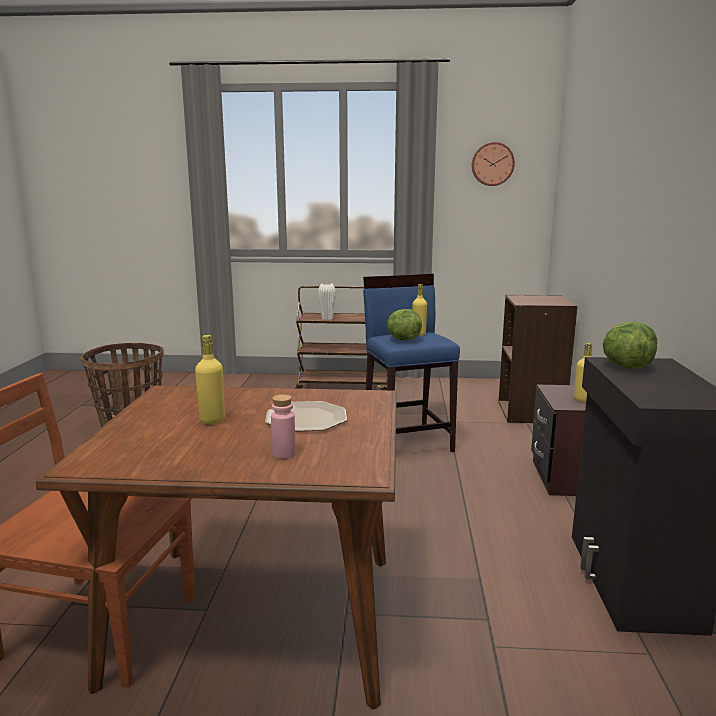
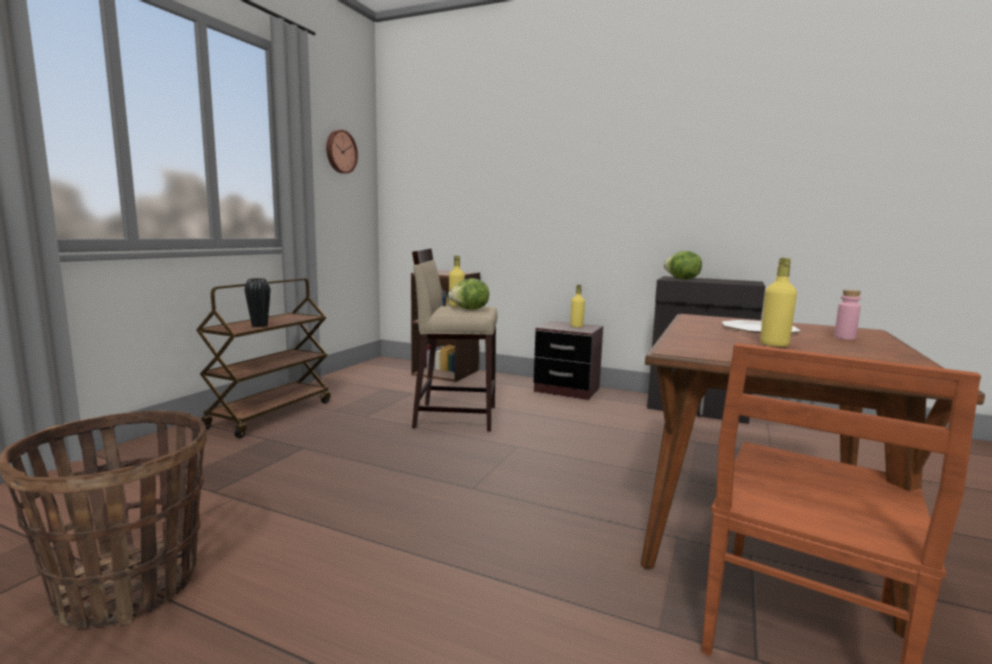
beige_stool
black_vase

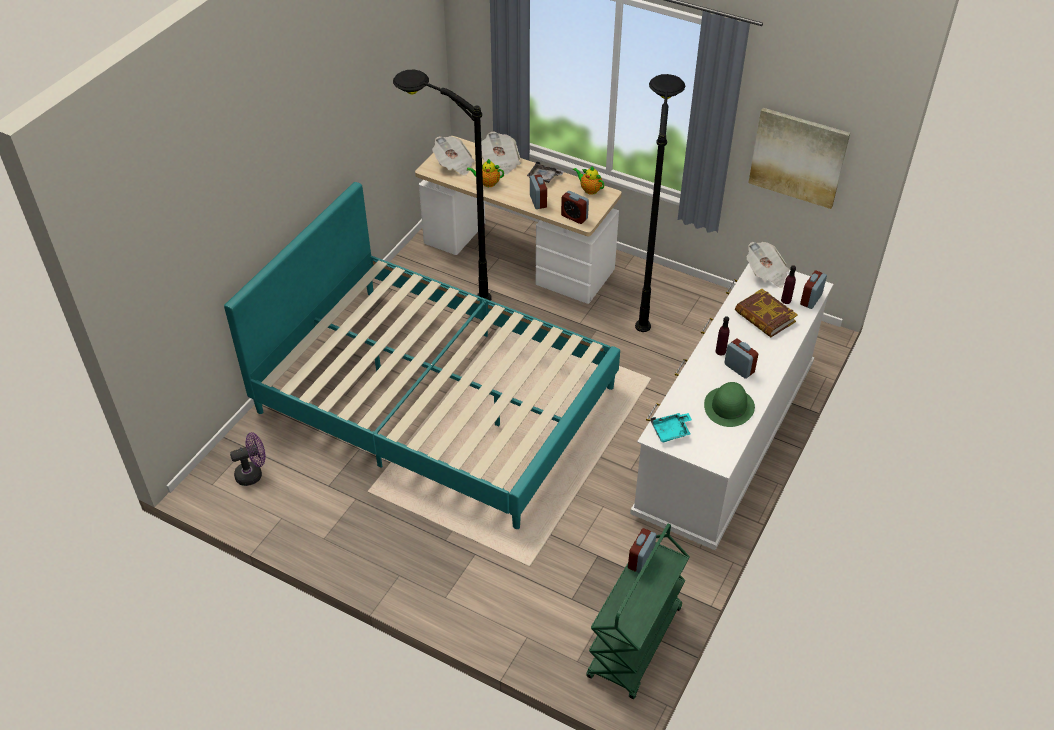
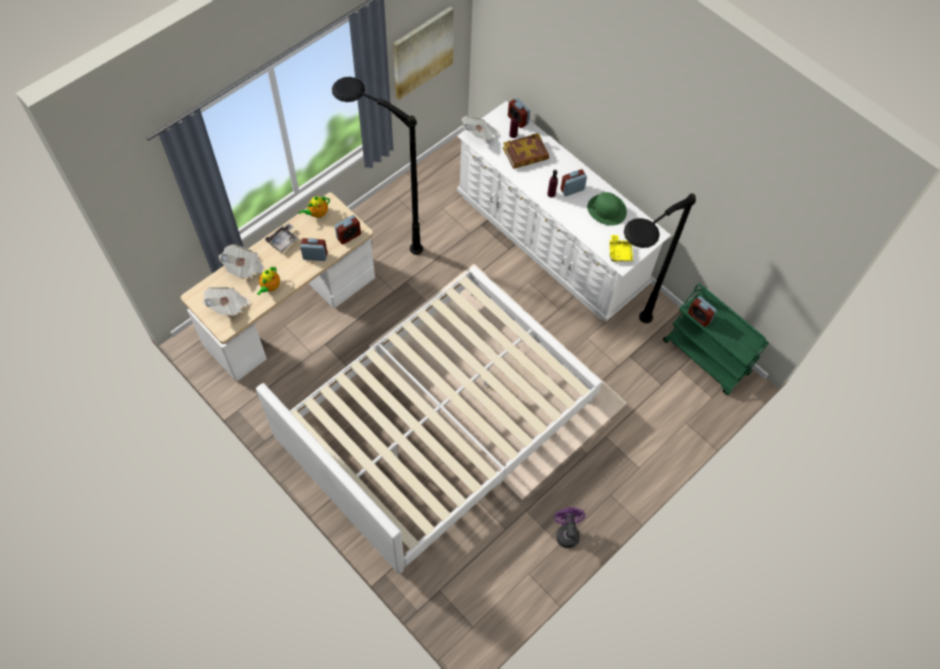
black_floor_lamp (2nd from left)
white_bed
yellow_tray
purple_fan

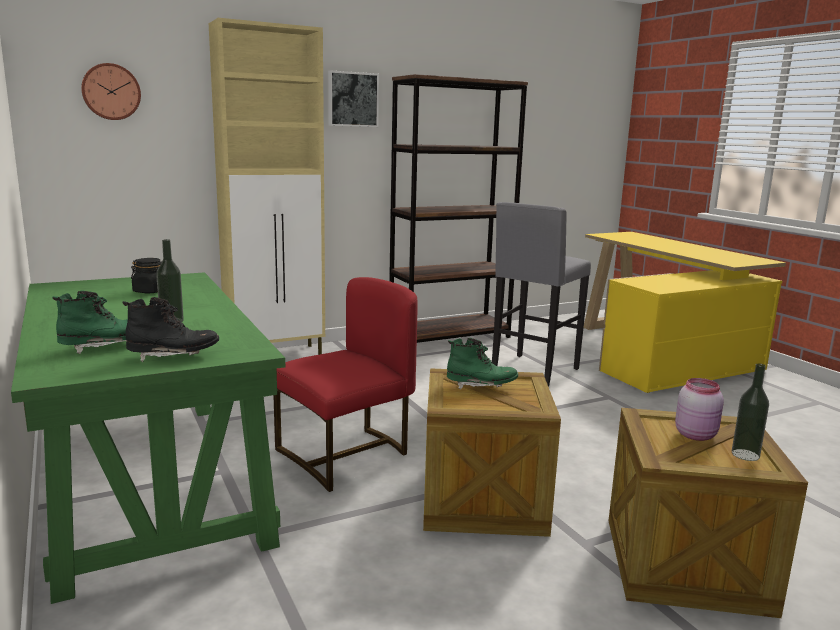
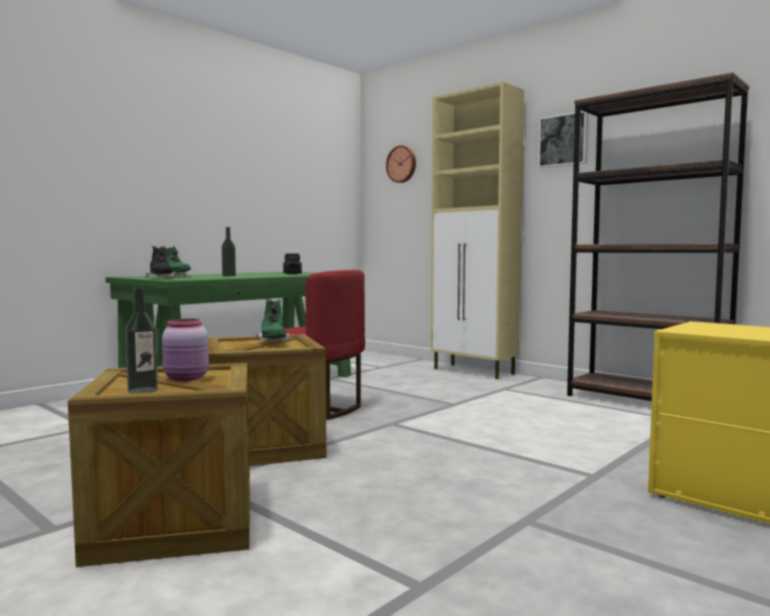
grey_stool

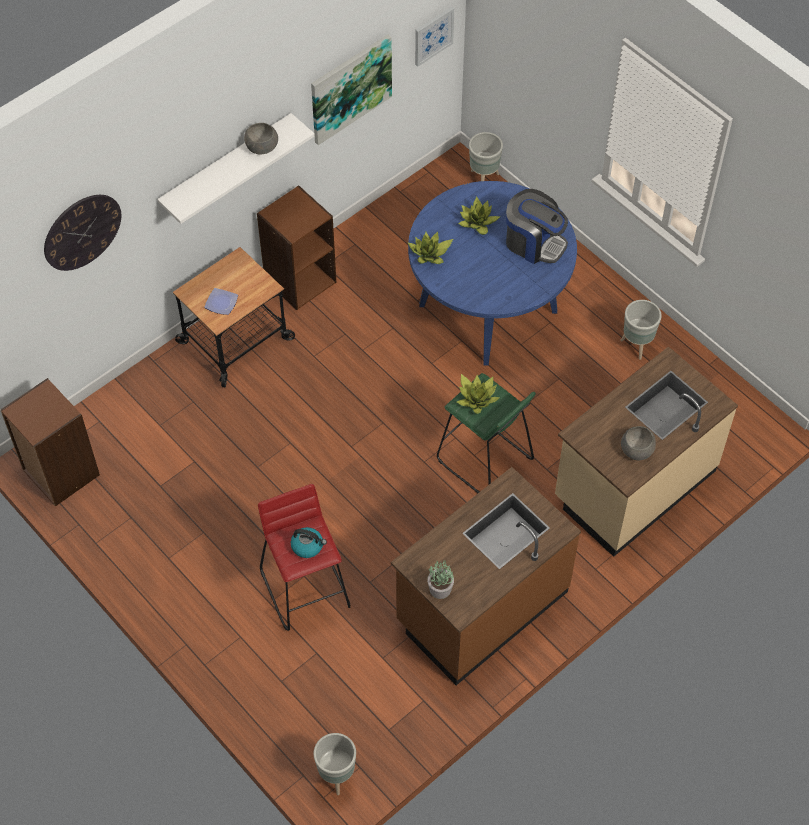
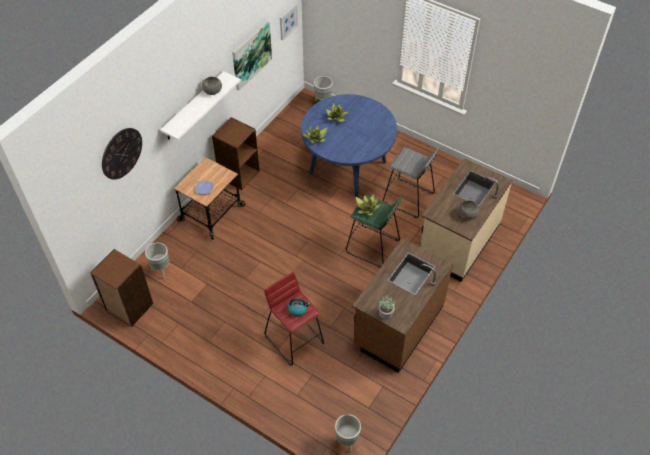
coffee_machine
grey_planter (1st from left)
grey_stool

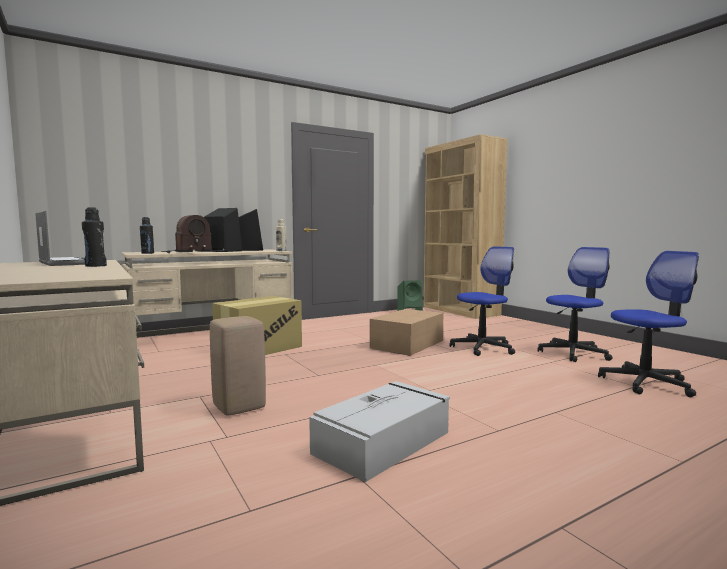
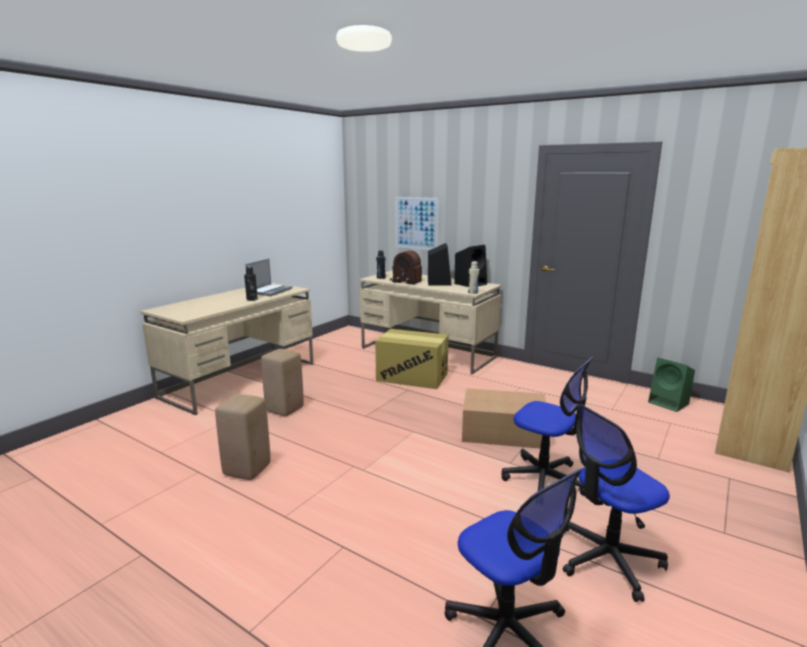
office_chair (3rd from left)
beige_stool (1st from left)
picture

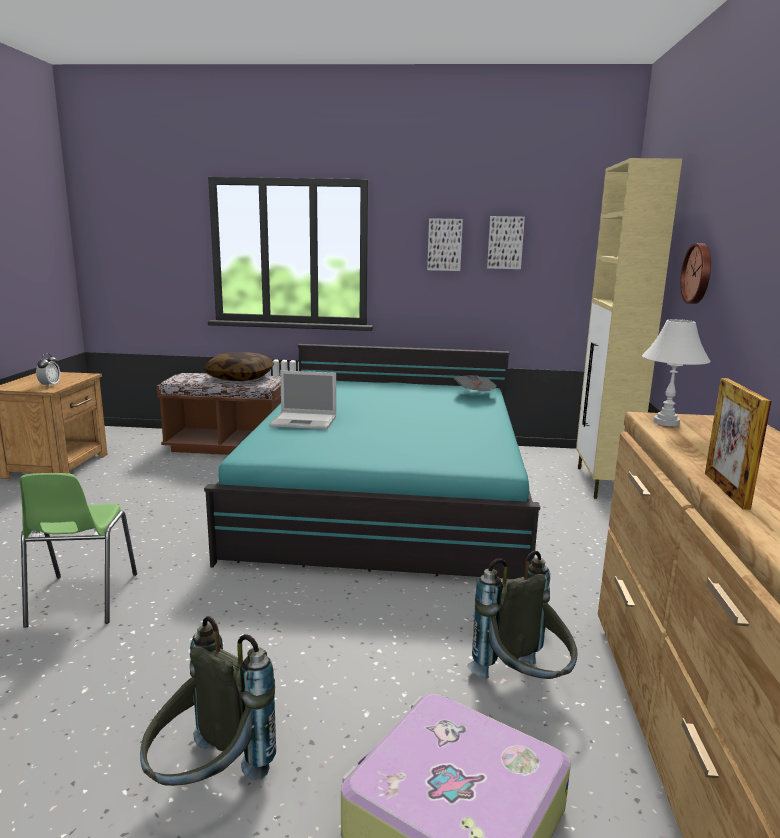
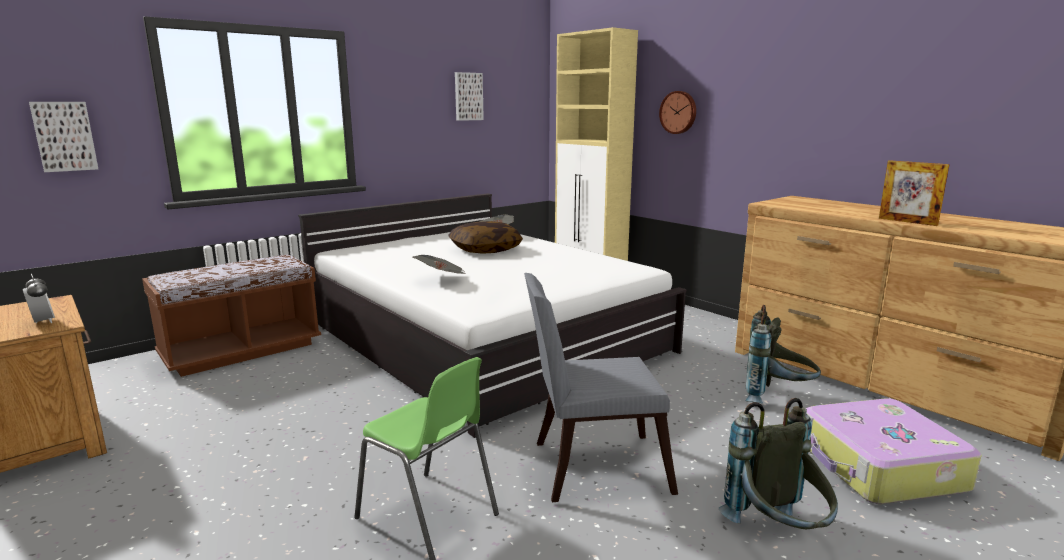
picture (1st from left)
white_table_lamp
white_bed
pillow
newspaper (1st from left)
grey_chair

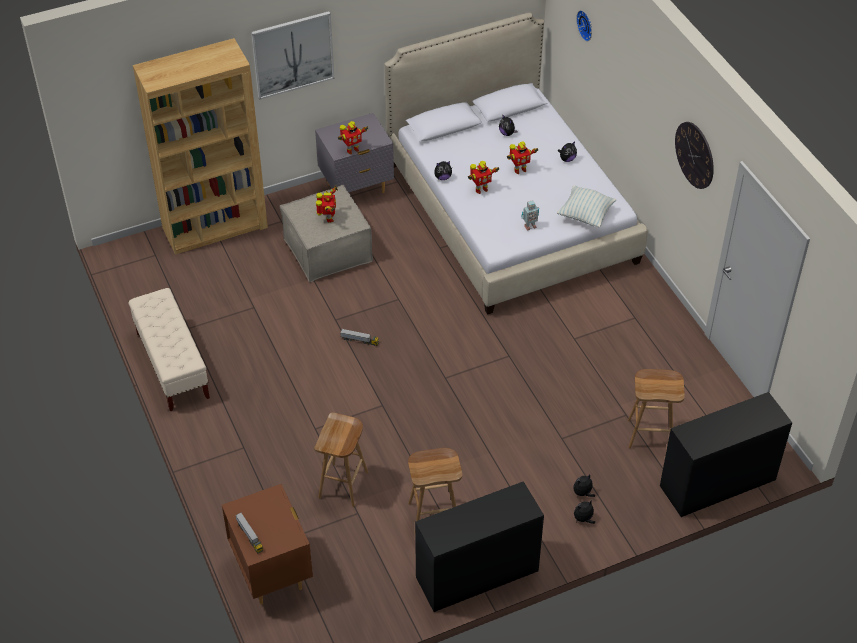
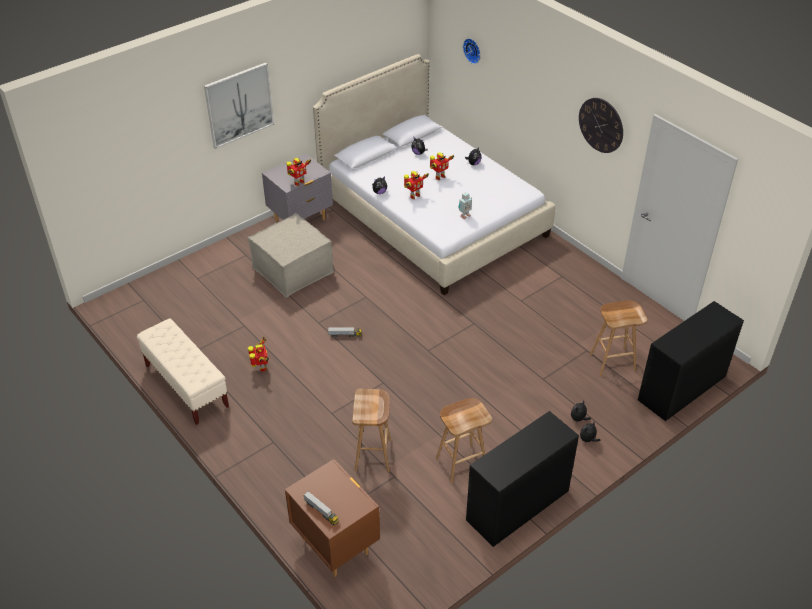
brown_bookcase
toy_robot (1st from left)
pillow

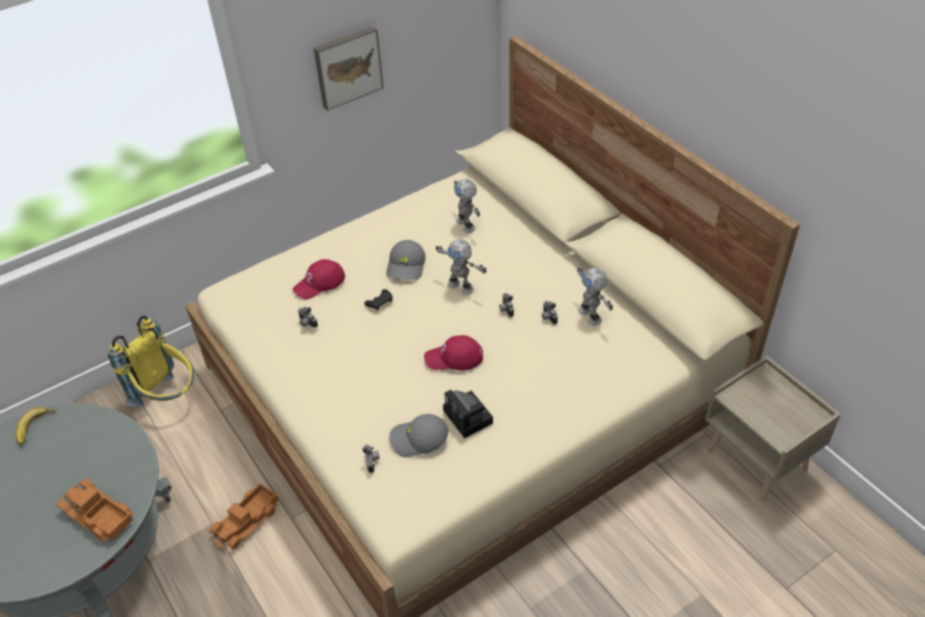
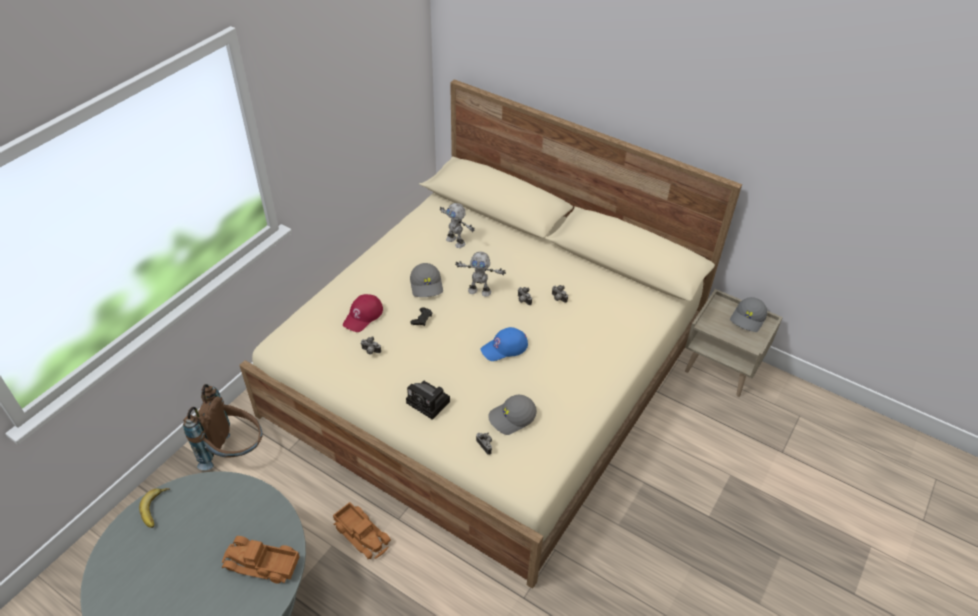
picture
toy_robot (3rd from left in the first image)
brown_backpack
blue_cap
photo_camera (2nd from left)
toy_truck (2nd from left)
grey_cap (3rd from left)

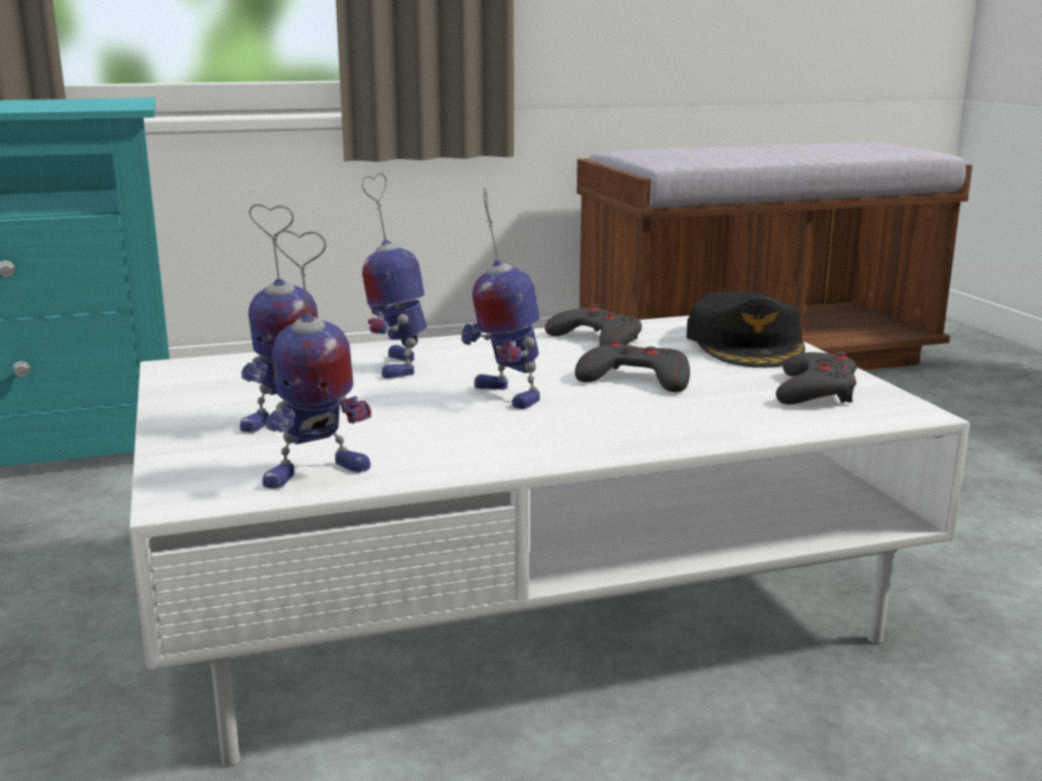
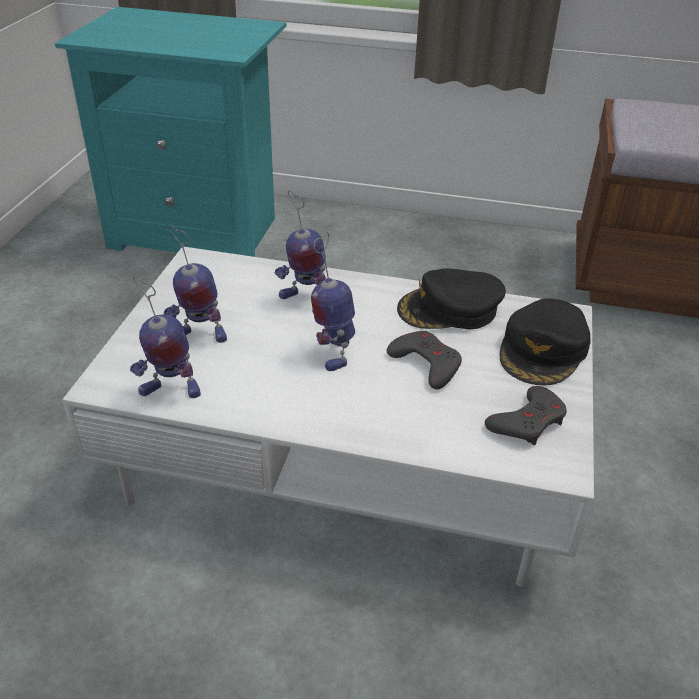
toy_robot (3rd from left)
black_cap (1st from left)

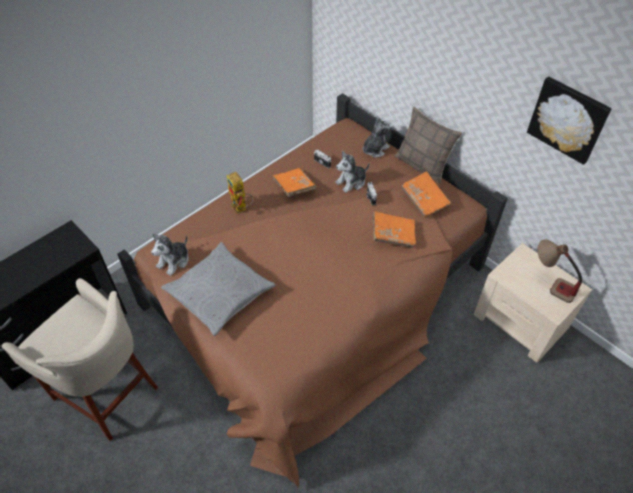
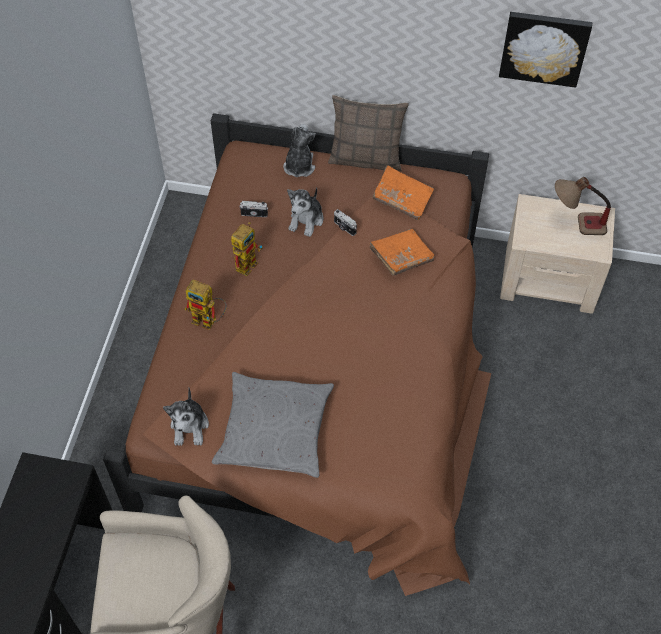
toy_robot (2nd from left)

